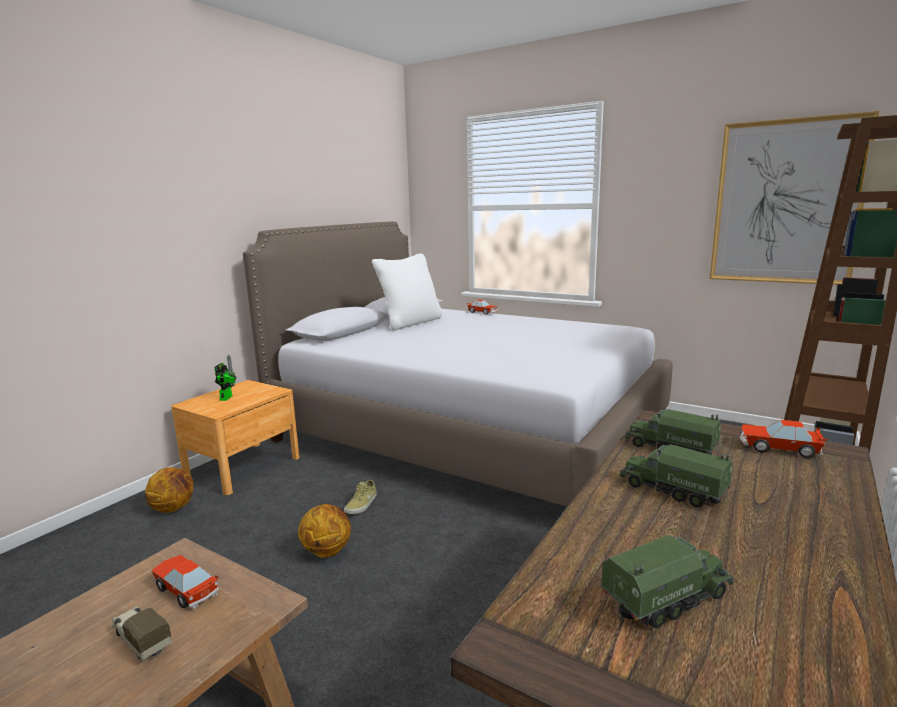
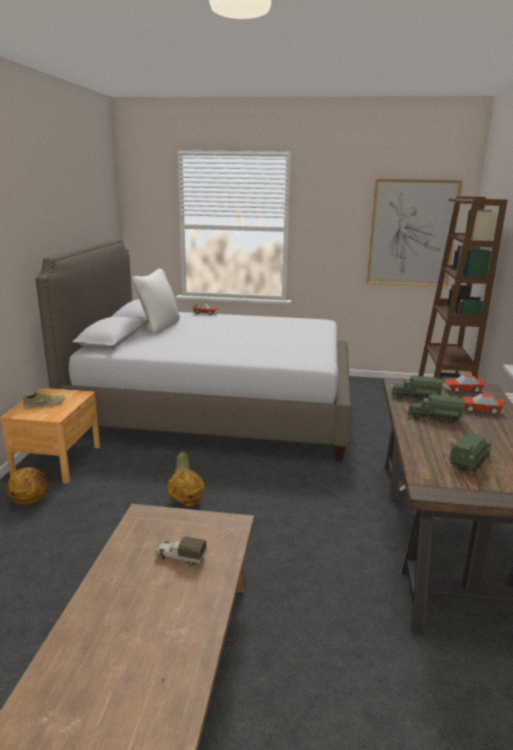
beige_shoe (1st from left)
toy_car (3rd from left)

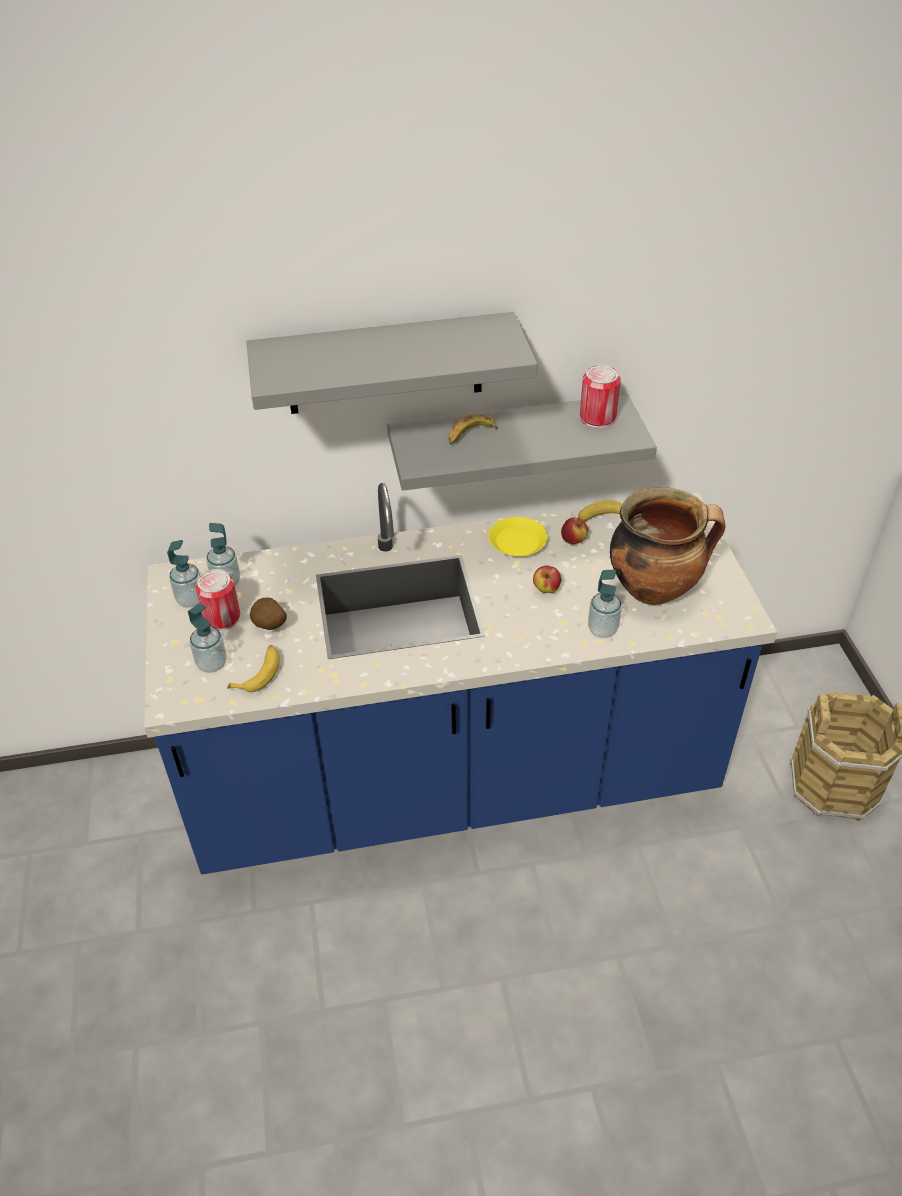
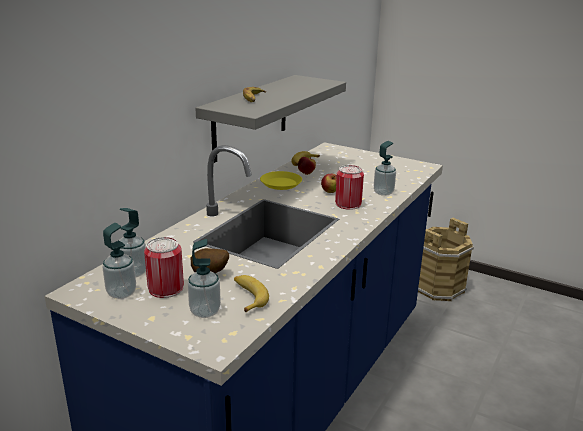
grey_shelf (1st from left in the first image)
can (2nd from left)
cooking_pot

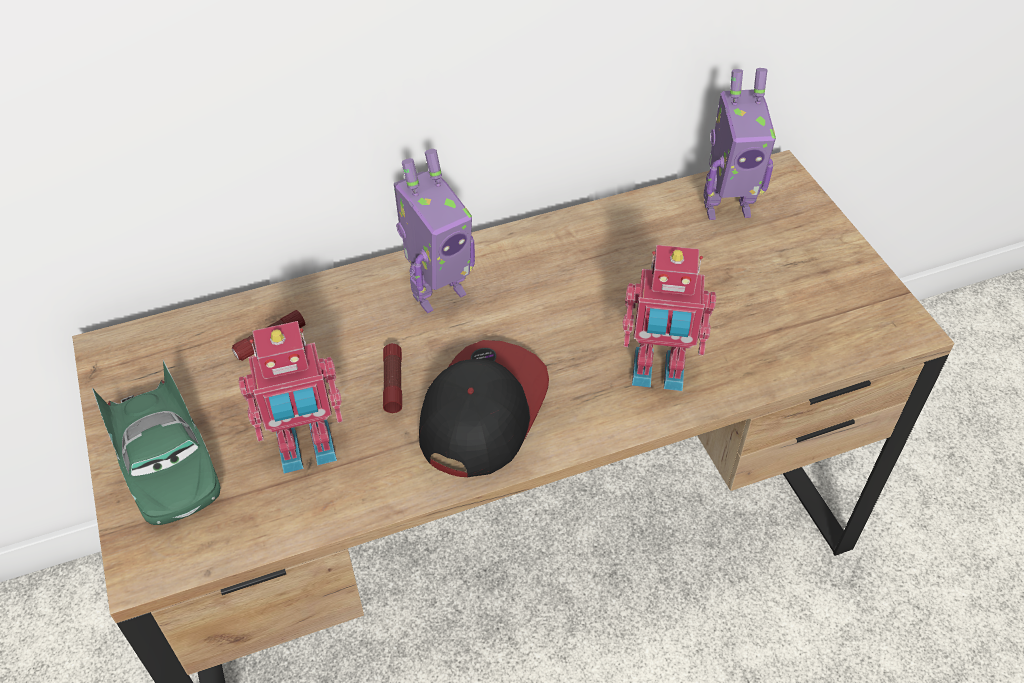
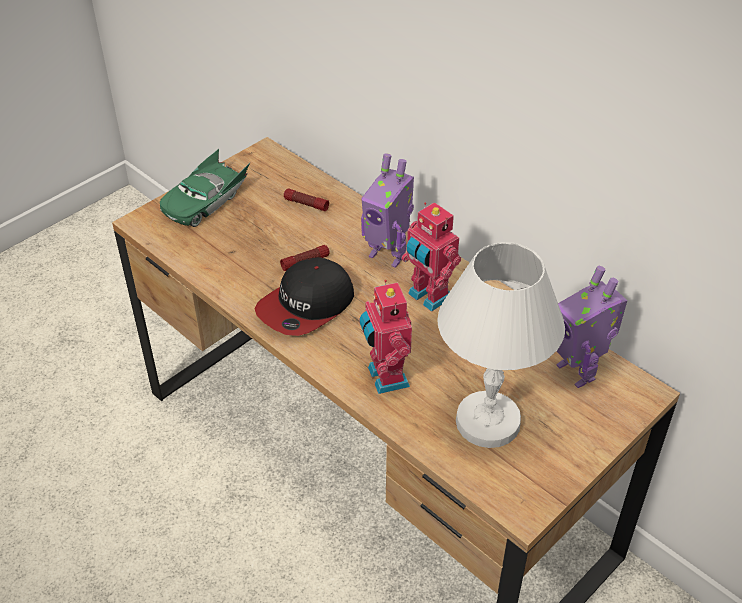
toy_robot (3rd from left)
cap
white_table_lamp

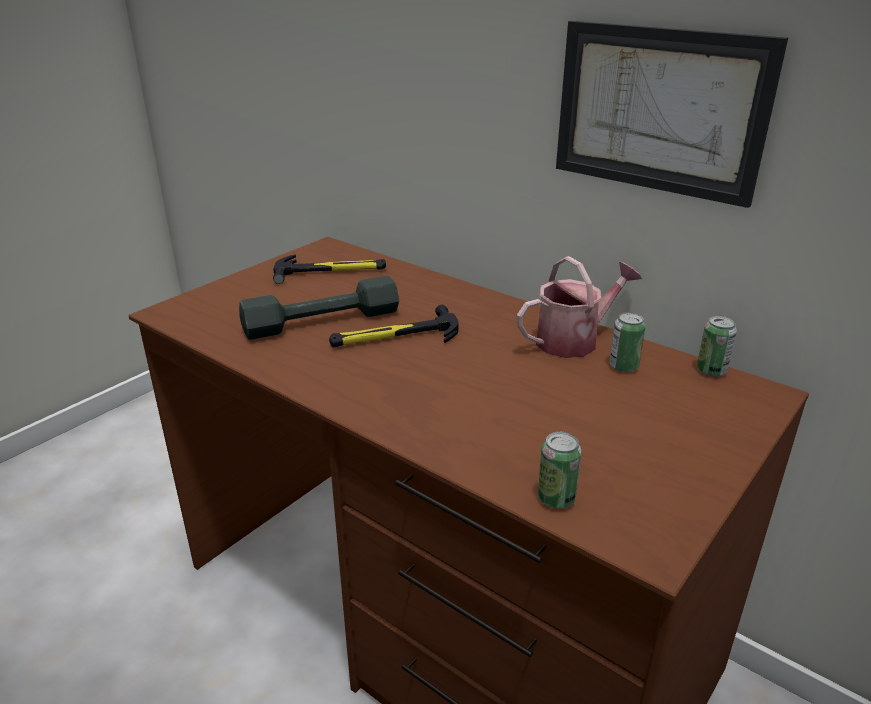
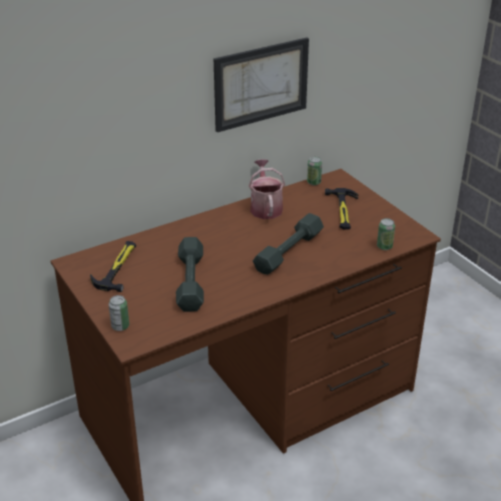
hammer (2nd from left)
can (1st from left)
grey_dumbbell (2nd from left)

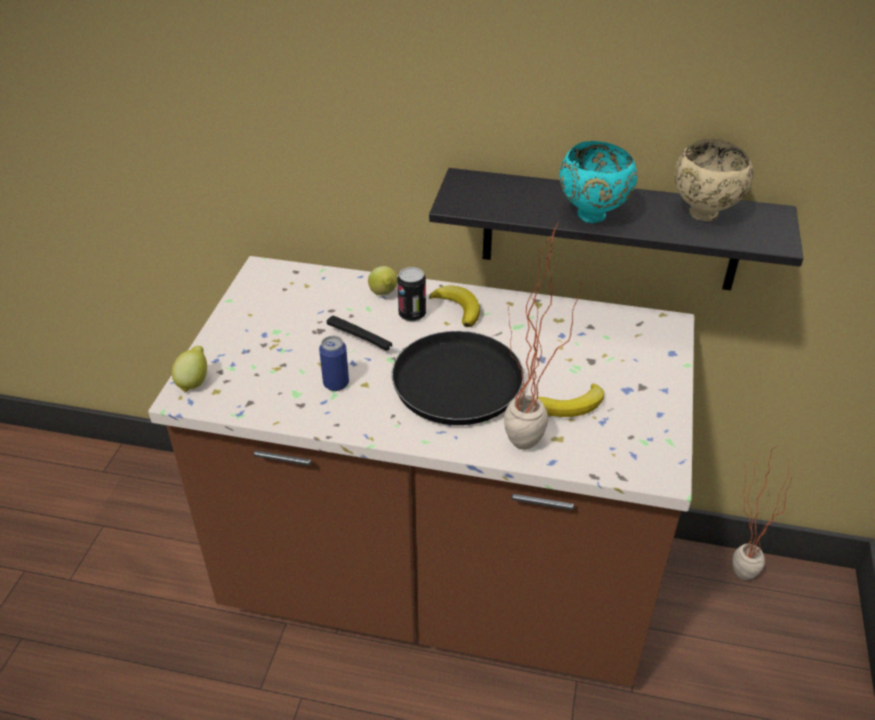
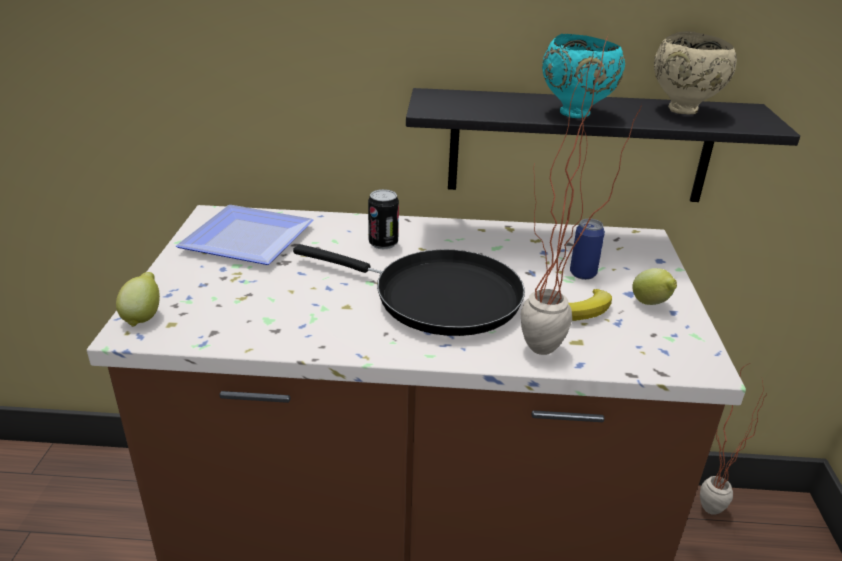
lemon (2nd from left)
banana (1st from left in the first image)
can (2nd from left)
plate

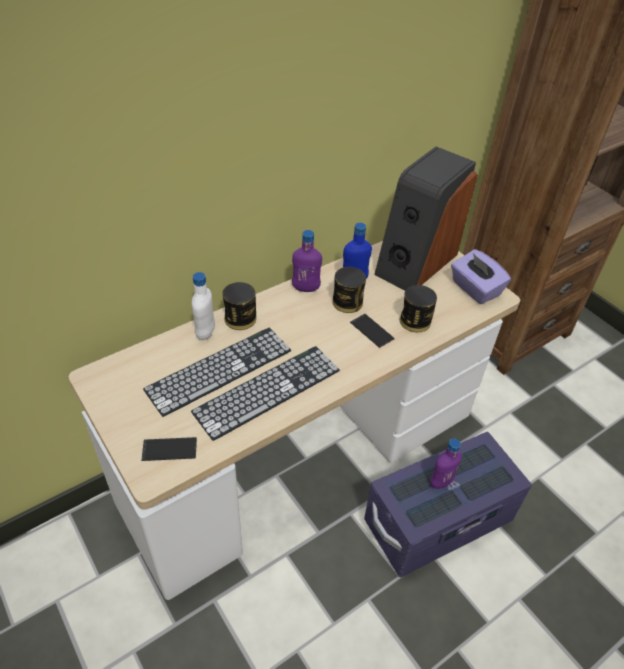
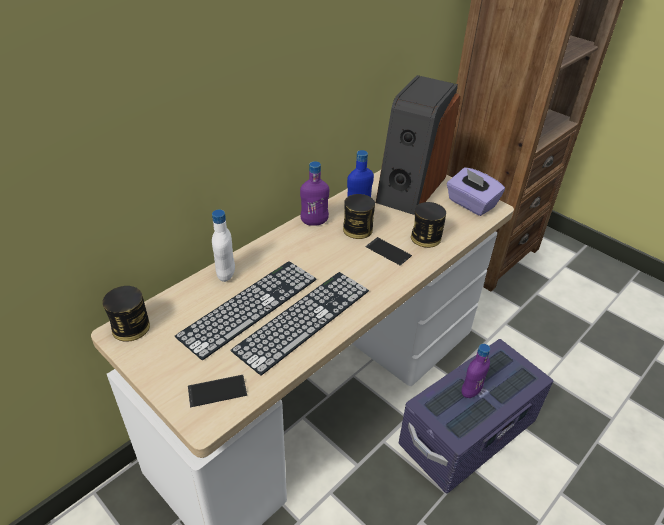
can (1st from left)

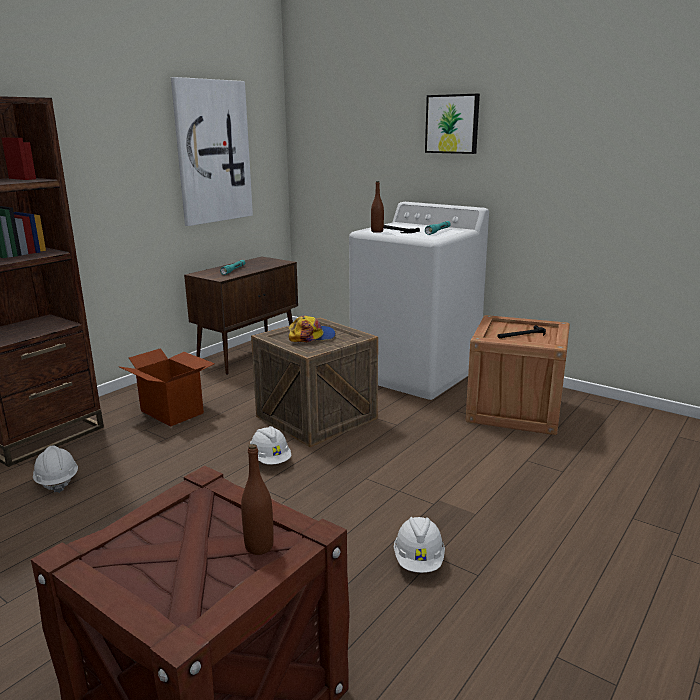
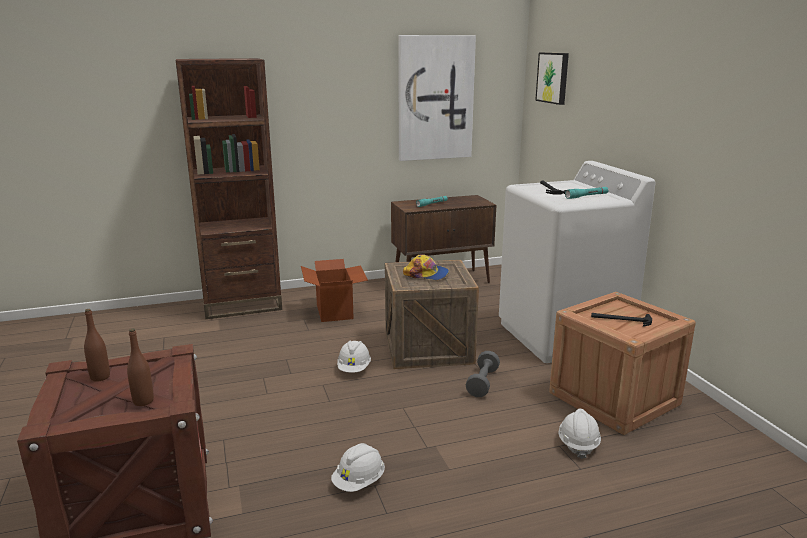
picture (2nd from left)
brown_bottle (1st from left)
white_hard_hat (3rd from left)
grey_dumbbell

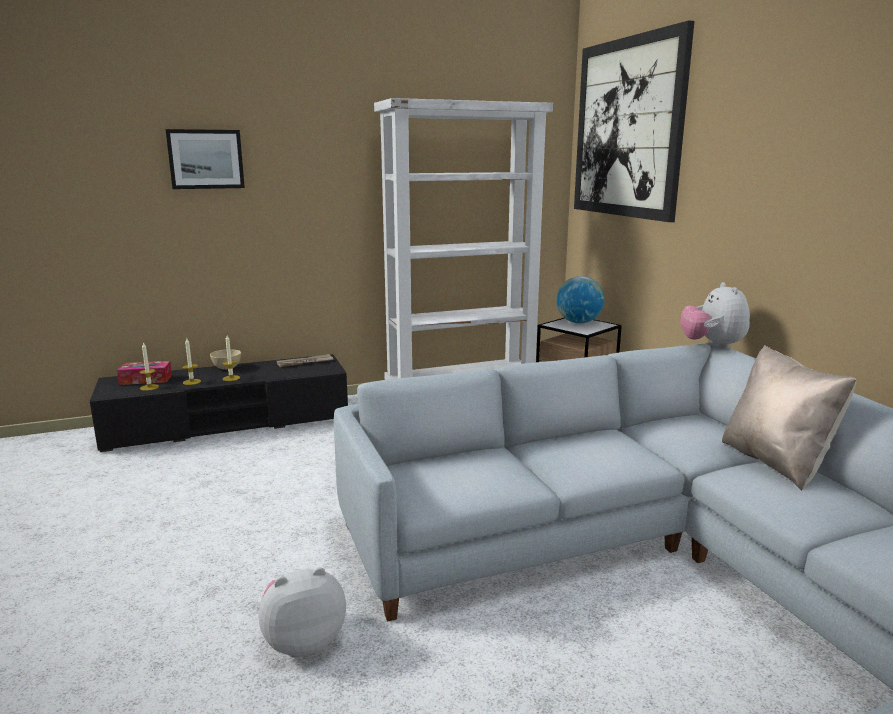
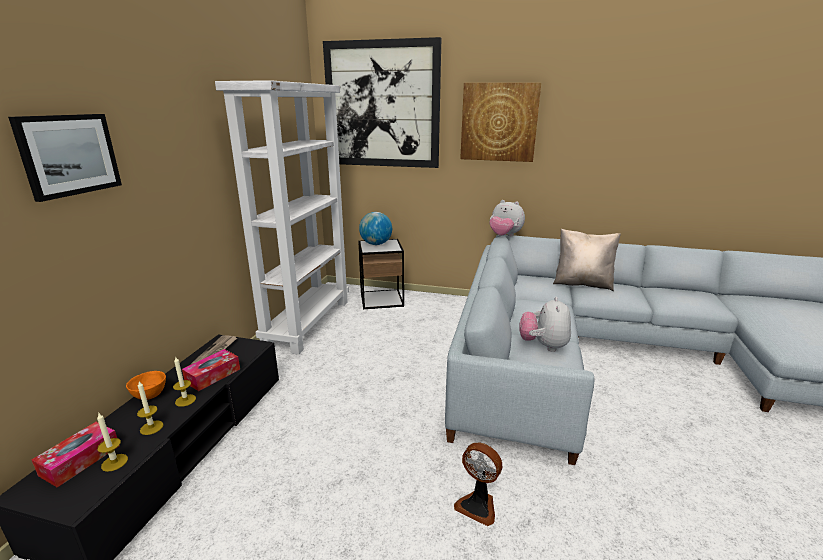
orange_bowl
plush_toy (2nd from left)
picture (3rd from left)
tissue_box (2nd from left)
fan

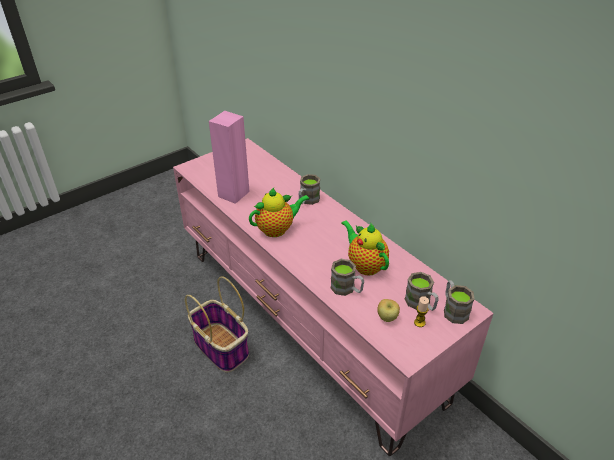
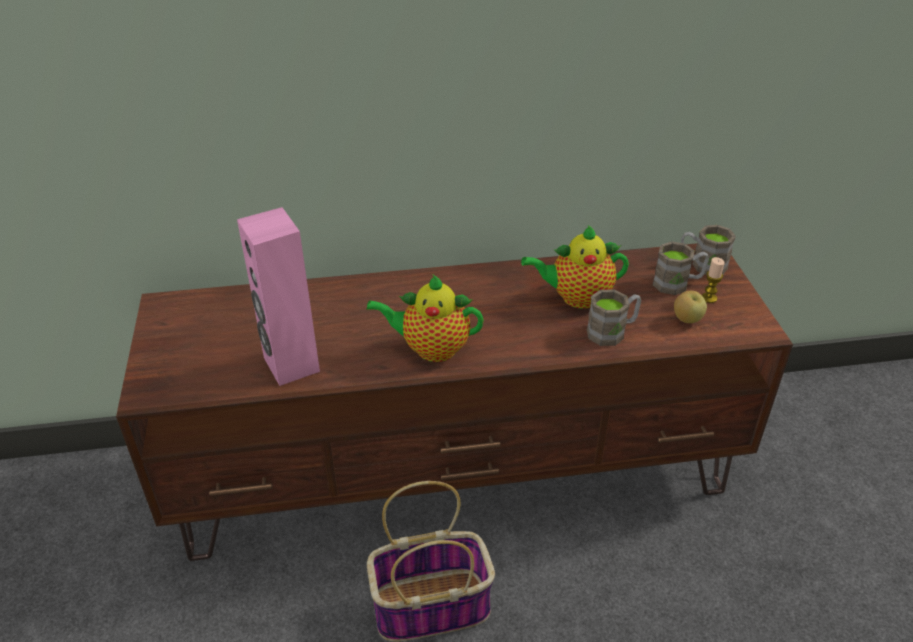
brown_tv_stand
brown_mug (1st from left in the first image)
teapot (1st from left)

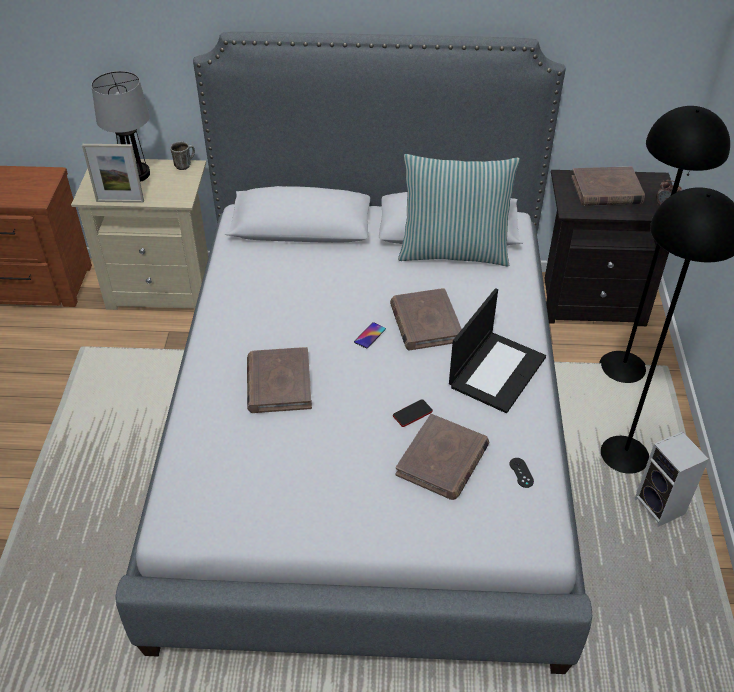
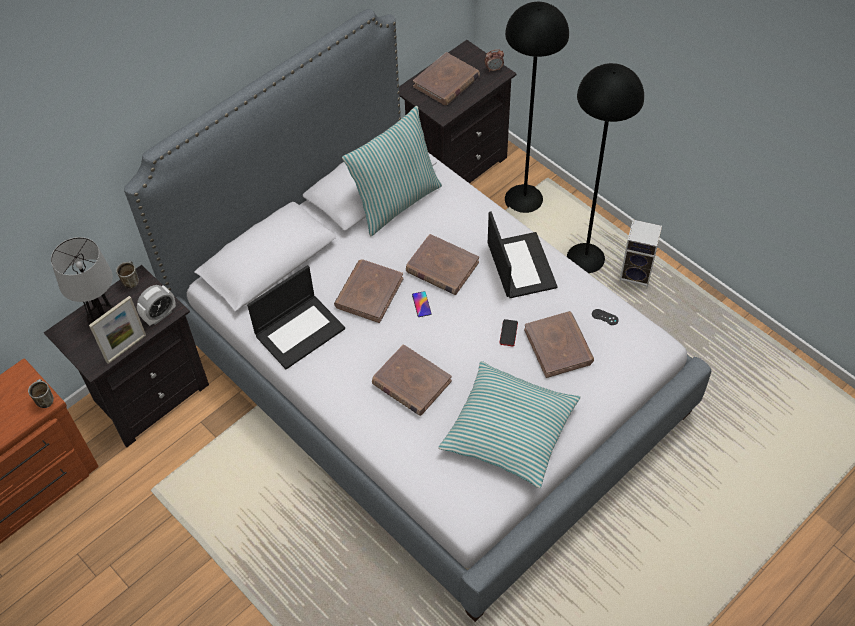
black_nightstand (1st from left)
brown_book (1st from left)
laptop (1st from left)
alarm_clock (1st from left)
pillow (2nd from left)
mug (1st from left)

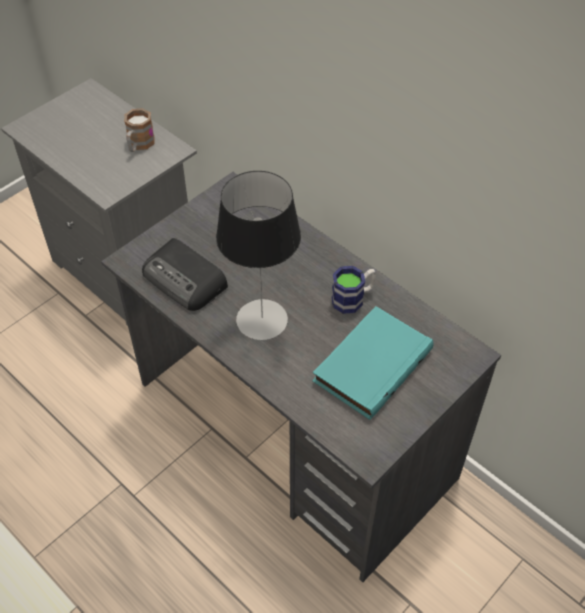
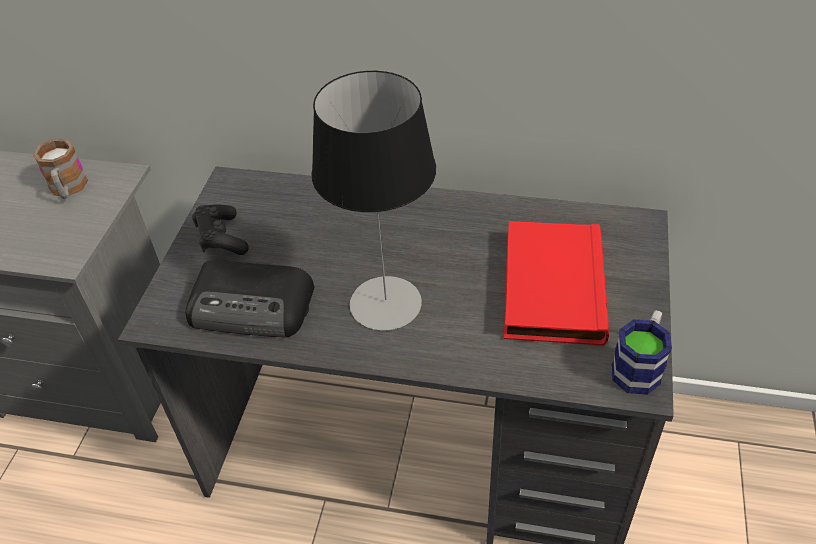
mug (2nd from left)
red_book
black_game_controller

